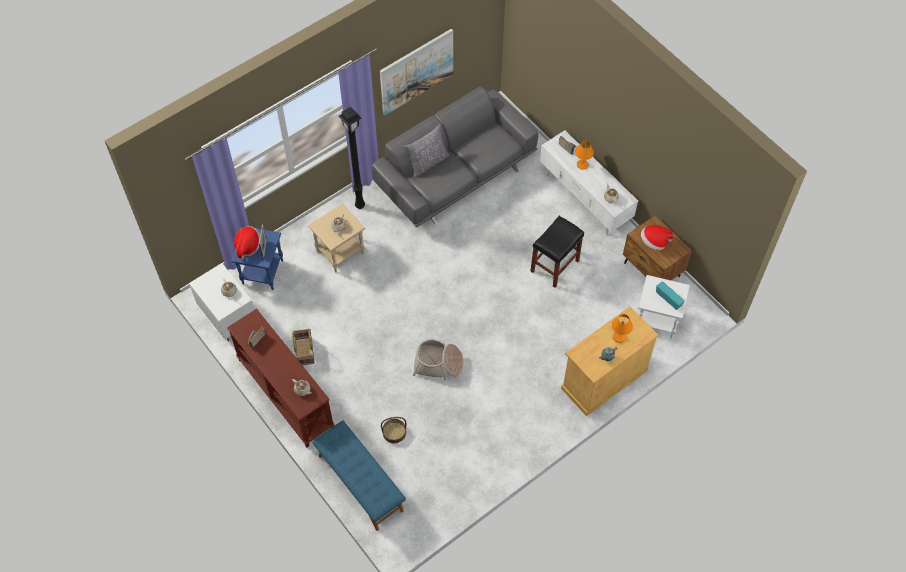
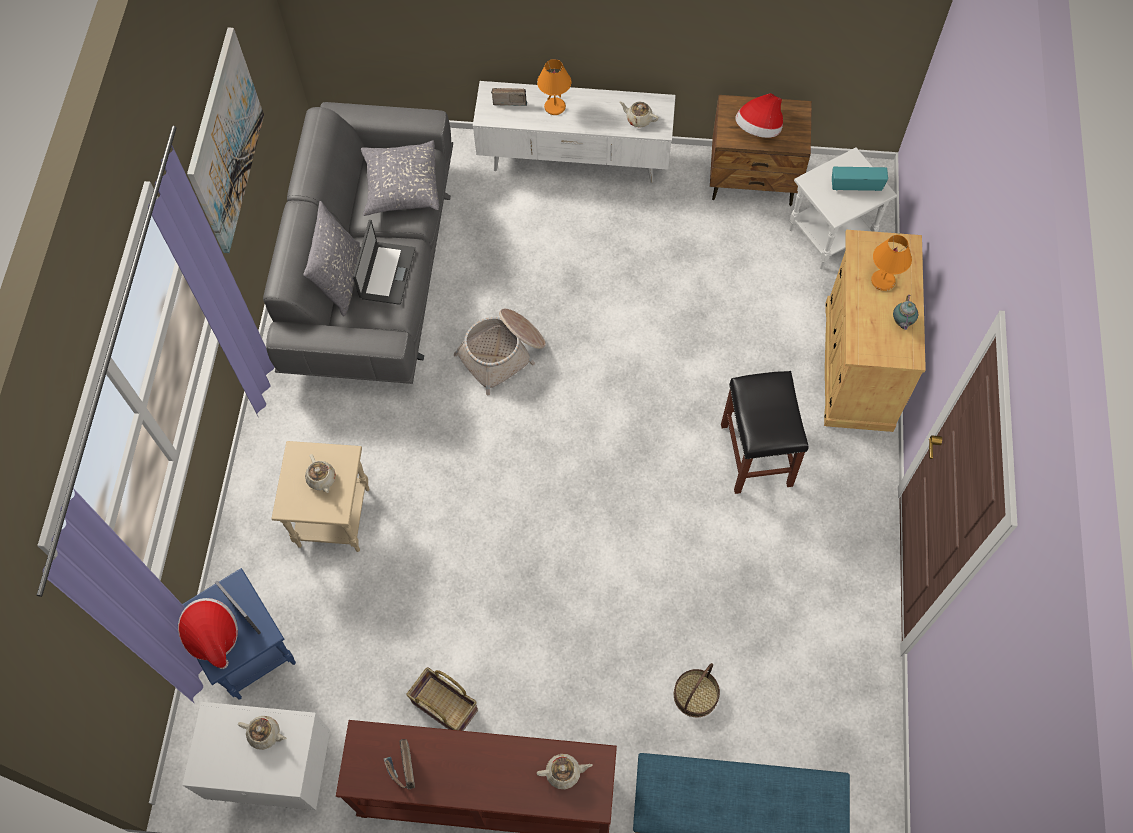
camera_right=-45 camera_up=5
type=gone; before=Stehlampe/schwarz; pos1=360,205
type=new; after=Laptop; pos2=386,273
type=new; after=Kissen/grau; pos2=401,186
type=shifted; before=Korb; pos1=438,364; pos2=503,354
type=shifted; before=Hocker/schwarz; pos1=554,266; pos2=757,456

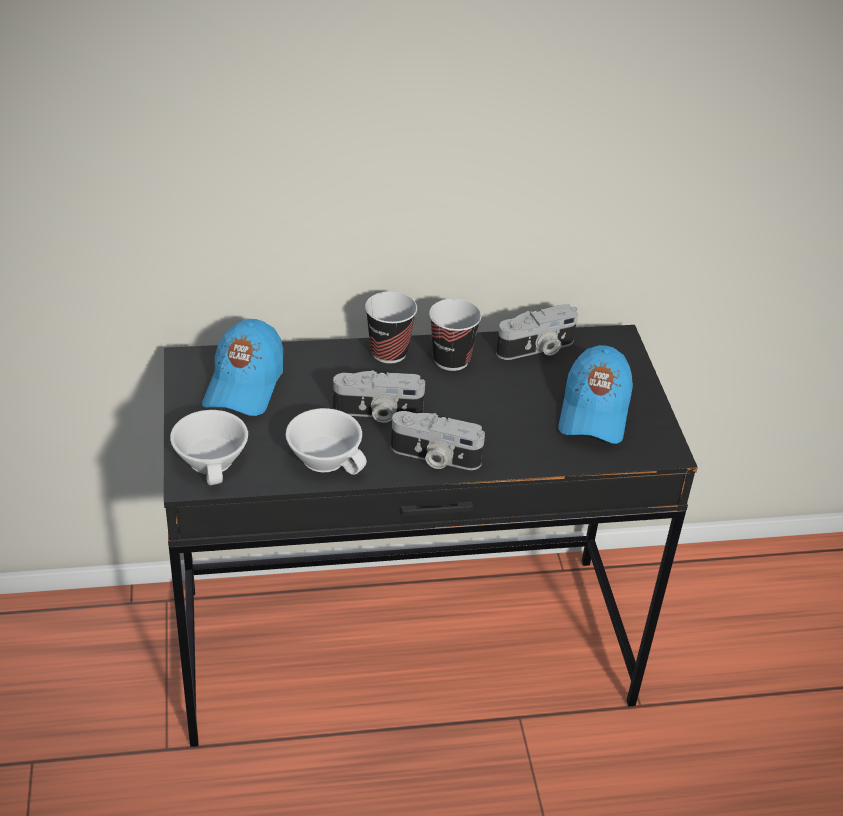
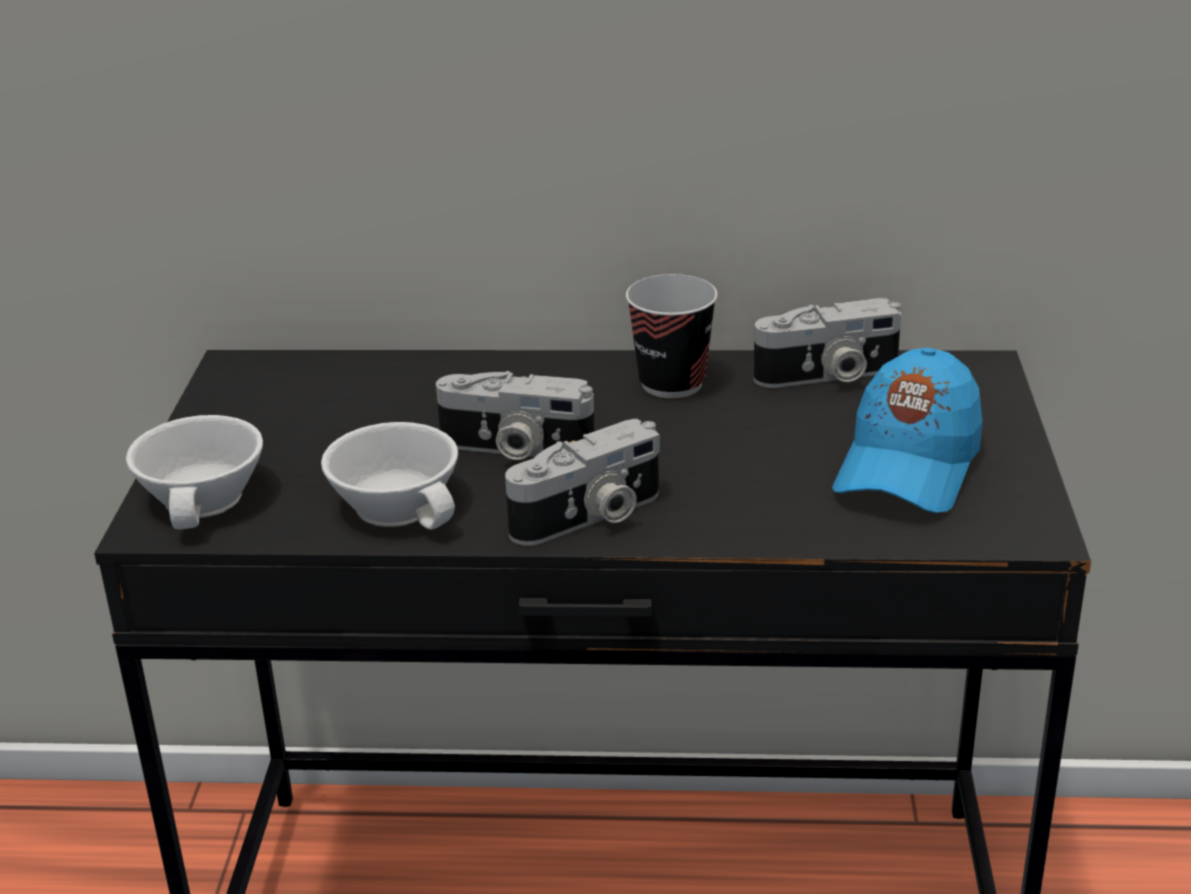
camera_right=15 camera_up=-10
type=gone; before=Kappe/blau; pos1=244,384
type=gone; before=Tasse; pos1=389,352
type=rotated; before=Kamera; pos1=434,458; pos2=590,517; turn=-60

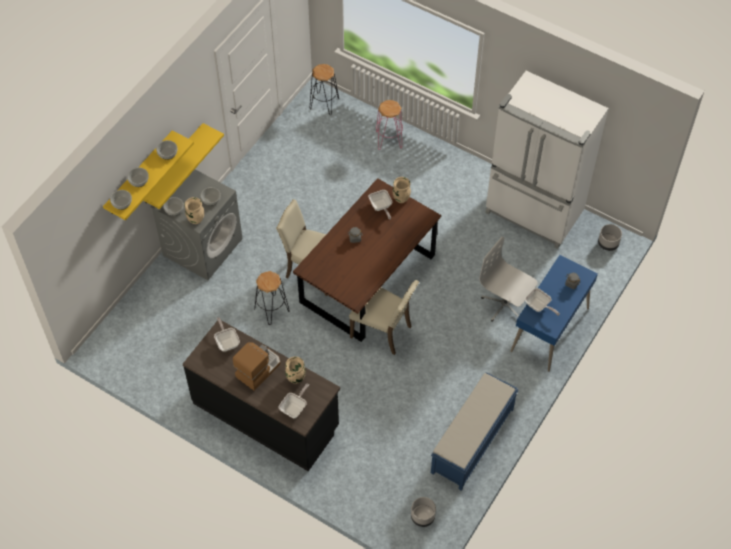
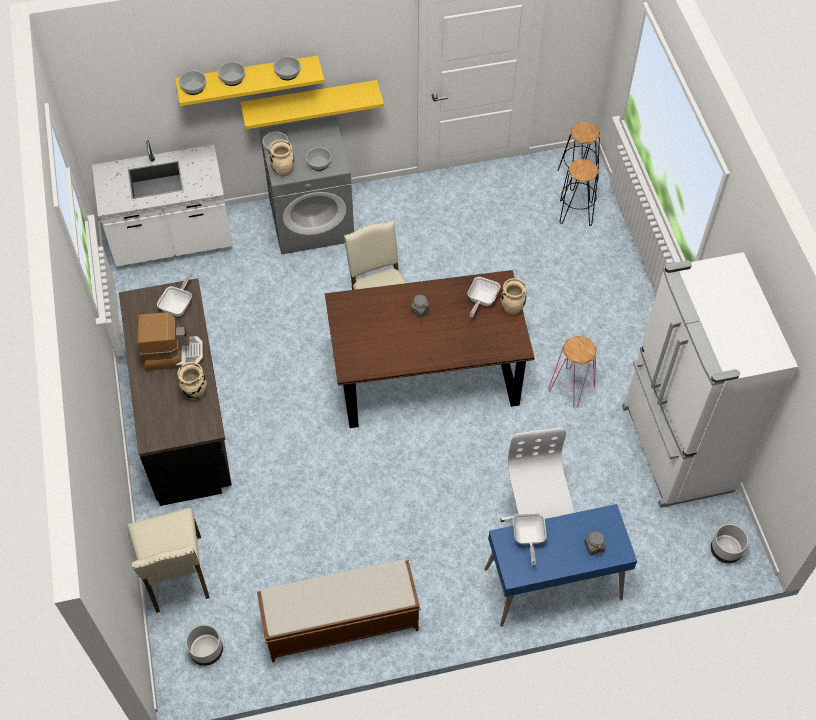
camera_right=45 camera_up=0
type=gone; before=Pfanne; pos1=295,408
type=new; after=Küchenzeile/weiß; pos2=173,242
type=shifted; before=Hocker/schwarz; pos1=271,309; pos2=575,212
type=shifted; before=Stuhl/beige; pos1=383,331; pos2=176,575
type=shifted; before=Hocker/rosa; pos1=389,139; pos2=572,388
type=repainted; before=Bank/blau; after=Bank/braun; pos1=472,441; pos2=339,623

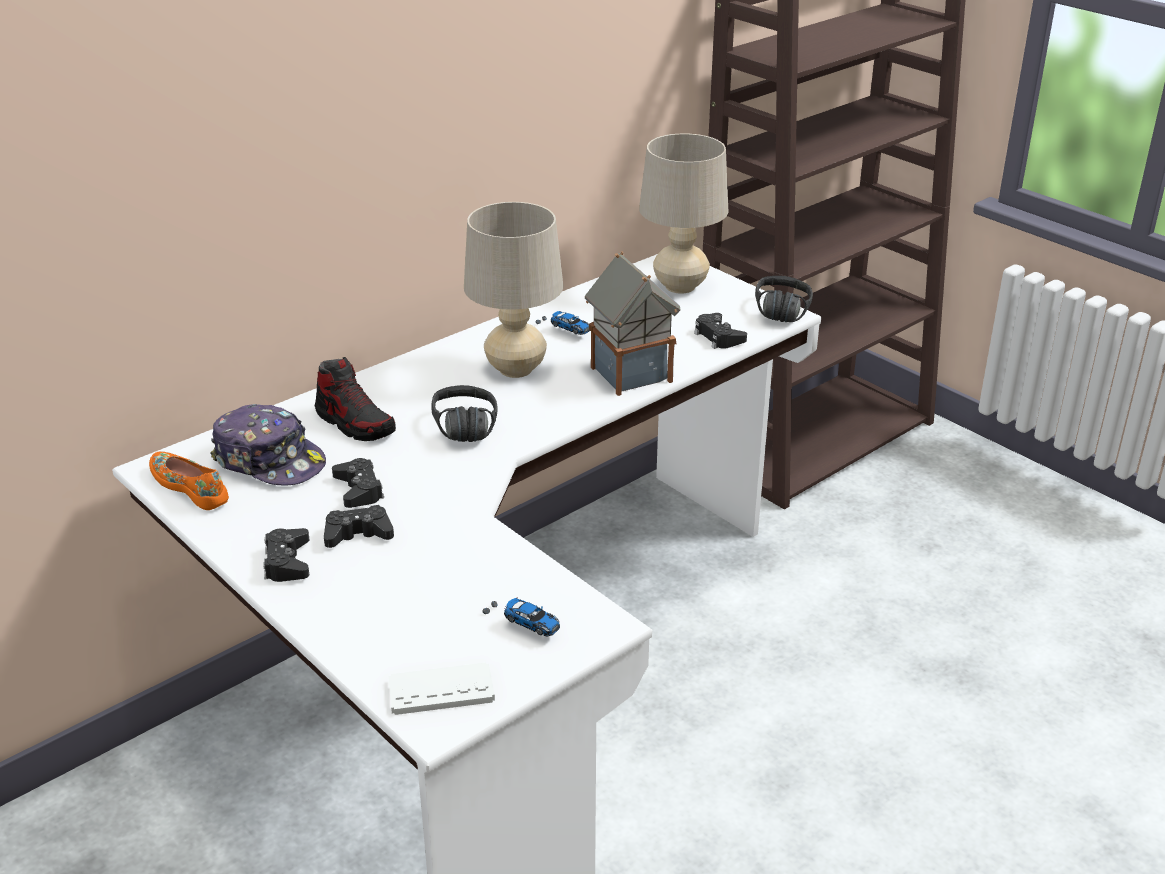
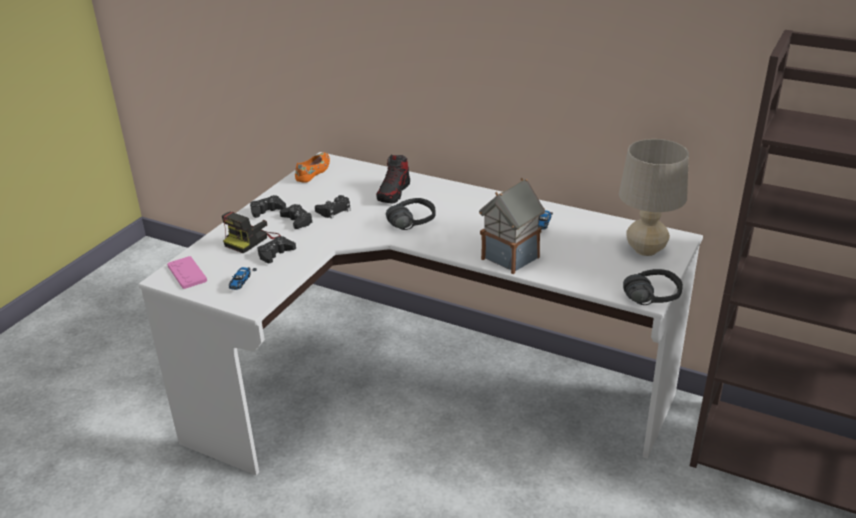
camera_right=70 camera_up=0
type=gone; before=Kappe; pos1=270,461
type=gone; before=Tischlampe/beige; pos1=516,369
type=new; after=Kamera; pos2=251,240
type=shifted; before=Gamepad/schwarz; pos1=718,337; pos2=275,254
type=repainted; before=Gamepad/weiß; after=Gamepad/rosa; pos1=441,691; pos2=187,273

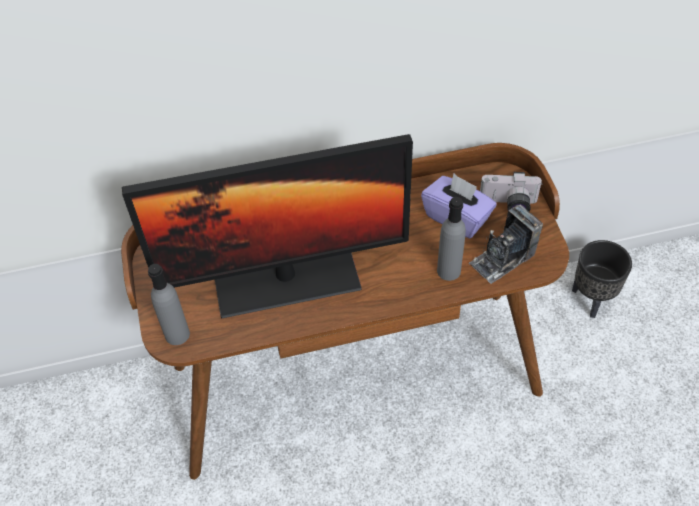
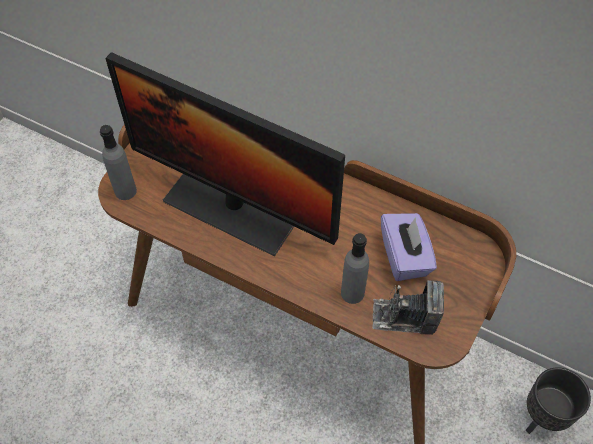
camera_right=40 camera_up=5
type=gone; before=Kamera; pos1=508,205

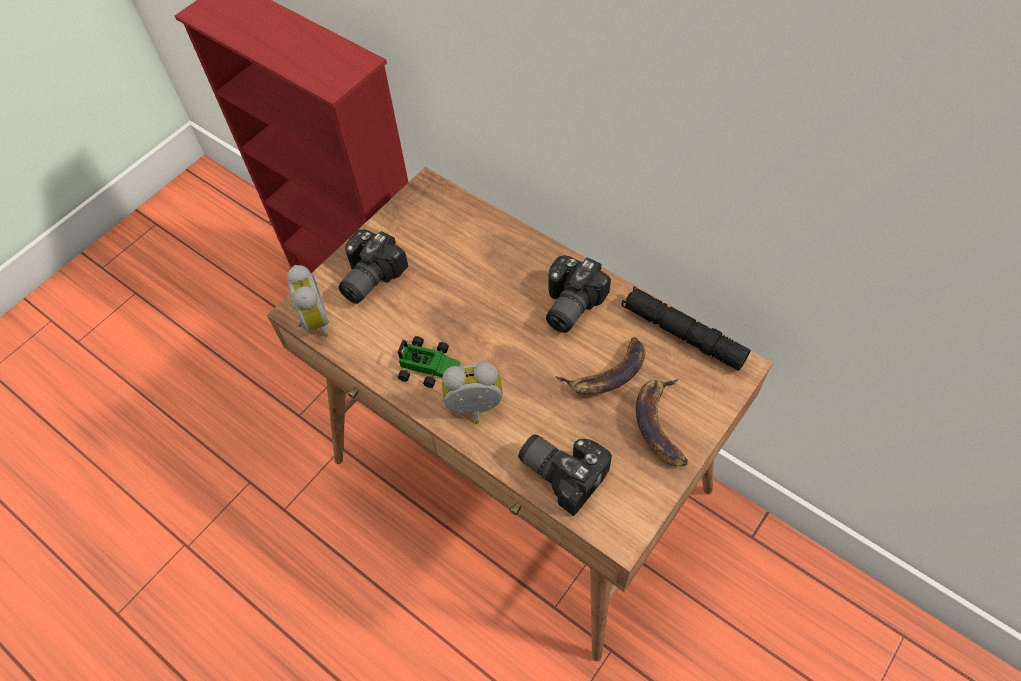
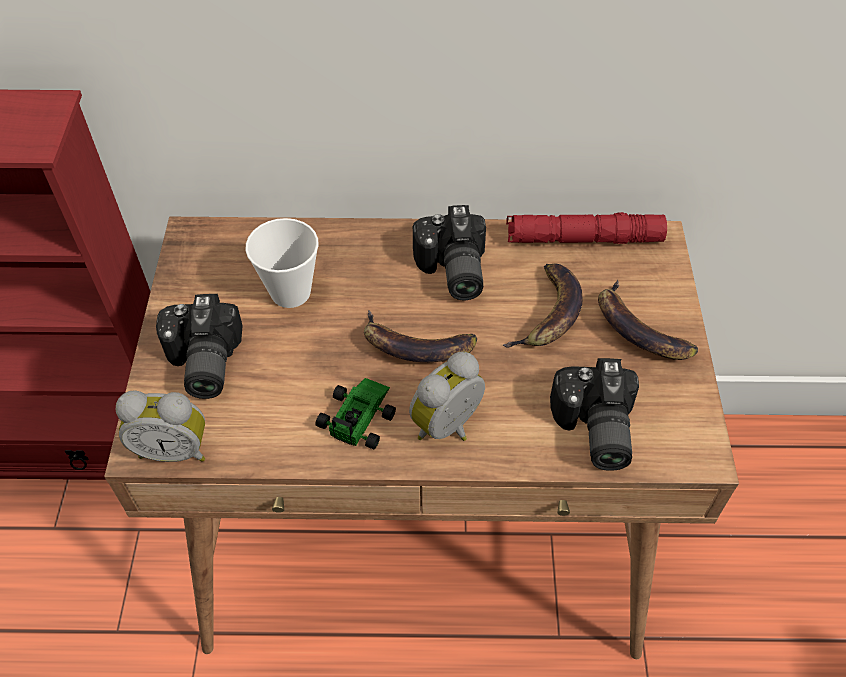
camera_right=-40 camera_up=-5
type=new; after=Tasse; pos2=290,292
type=new; after=Banane; pos2=415,346
type=repainted; before=Taschenlampe/schwarz; after=Taschenlampe/rot; pos1=682,334; pos2=583,238
type=rotated; before=Wecker; pos1=313,321; pos2=174,448; turn=150
type=rotated; before=Spielzeugauto; pos1=430,365; pos2=360,413; turn=-45
type=rotated; before=Kamera; pos1=563,470; pos2=592,429; turn=-90

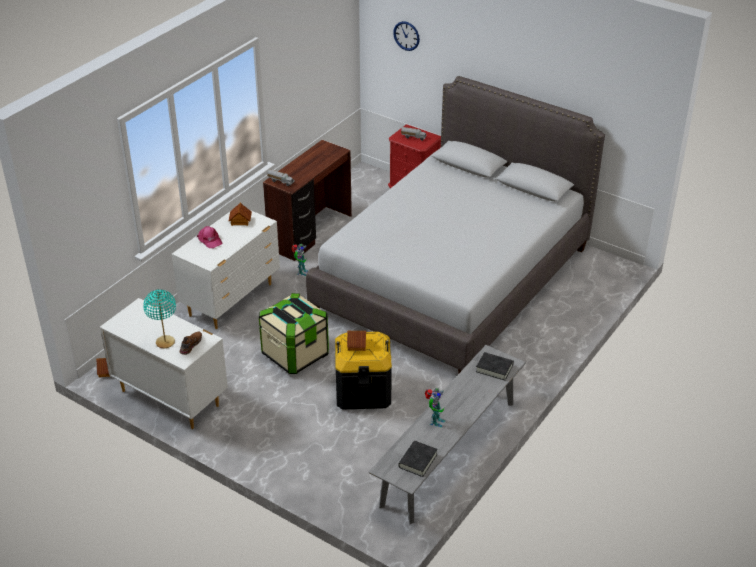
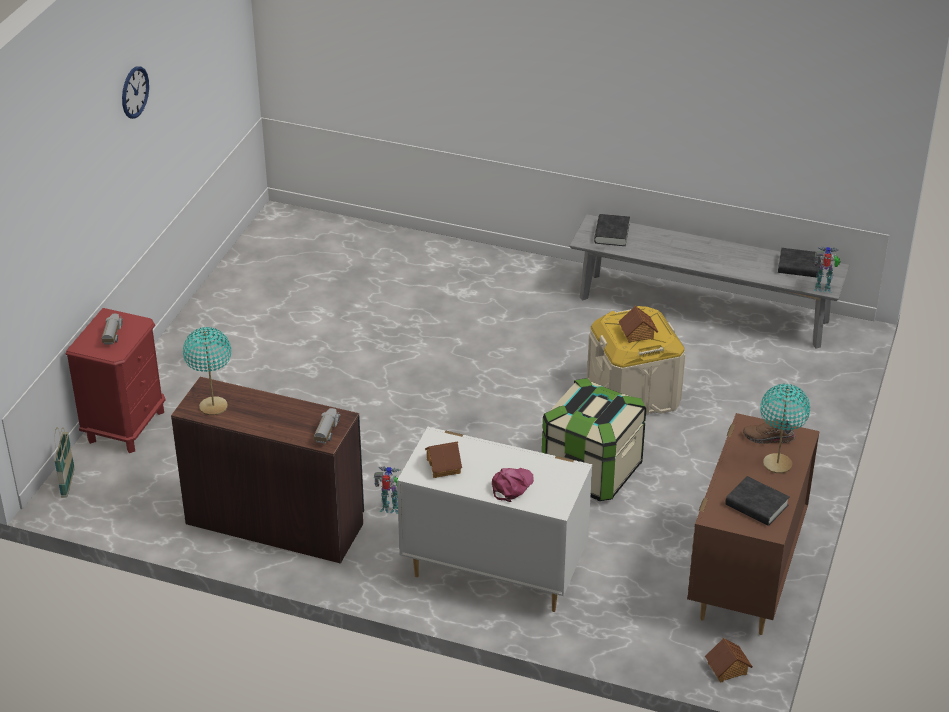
camera_right=-105 camera_up=0
type=gone; before=Bett/grau; pos1=453,279
type=new; after=Korb; pos2=68,483
type=new; after=Tischlampe/türkis; pos2=213,406
type=new; after=Buch/schwarz; pos2=756,505
type=shifted; before=Wanduhr; pos1=406,36; pos2=134,92
type=shifted; before=Spielzeugroboter; pos1=435,421; pos2=823,289
type=repainted; before=Kommode/weiß; after=Kommode/braun; pos1=170,397; pos2=745,577
type=repainted; before=Aufbewahrungsbox/schwarz; after=Aufbewahrungsbox/beige; pos1=363,390; pos2=633,394

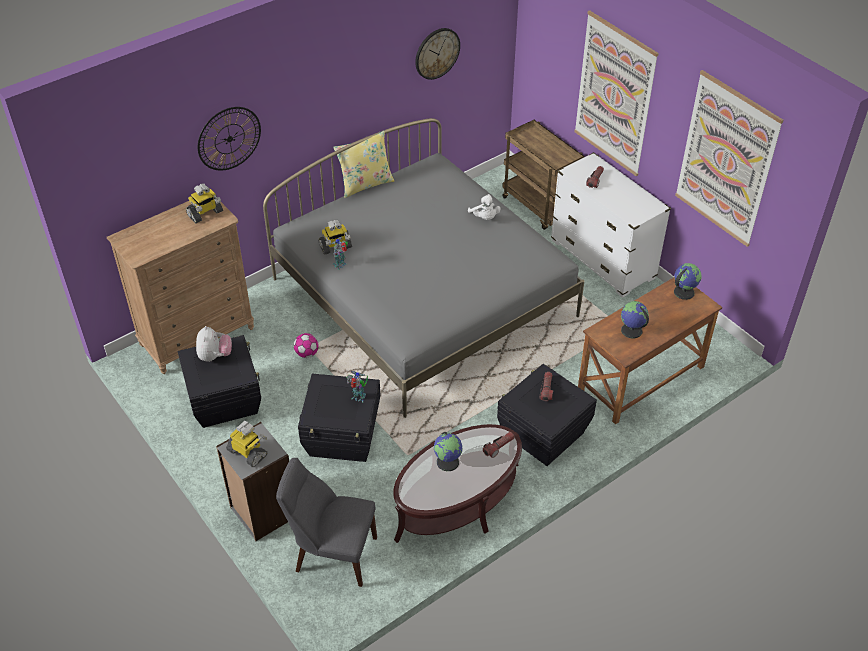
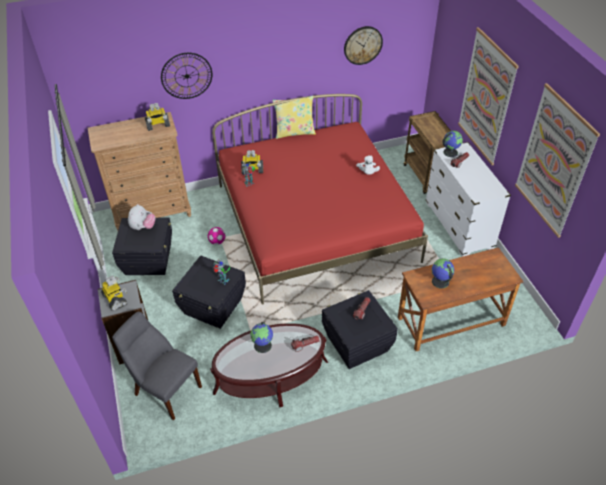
camera_right=20 camera_up=0
type=shifted; before=Globus; pos1=683,292; pos2=450,152
type=repainted; before=Bett/grau; after=Bett/rot; pos1=423,297; pos2=315,222

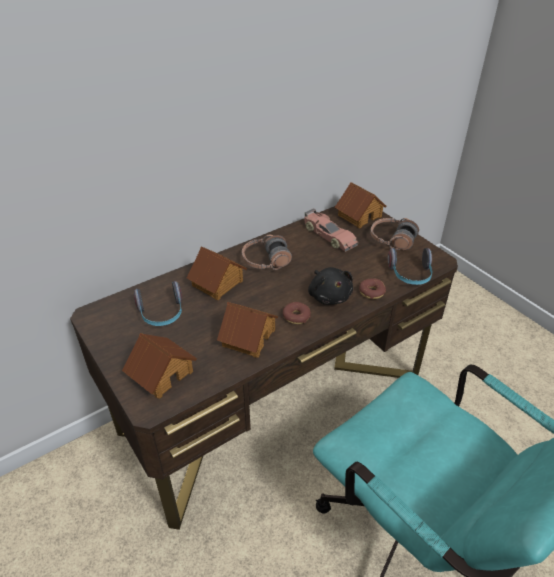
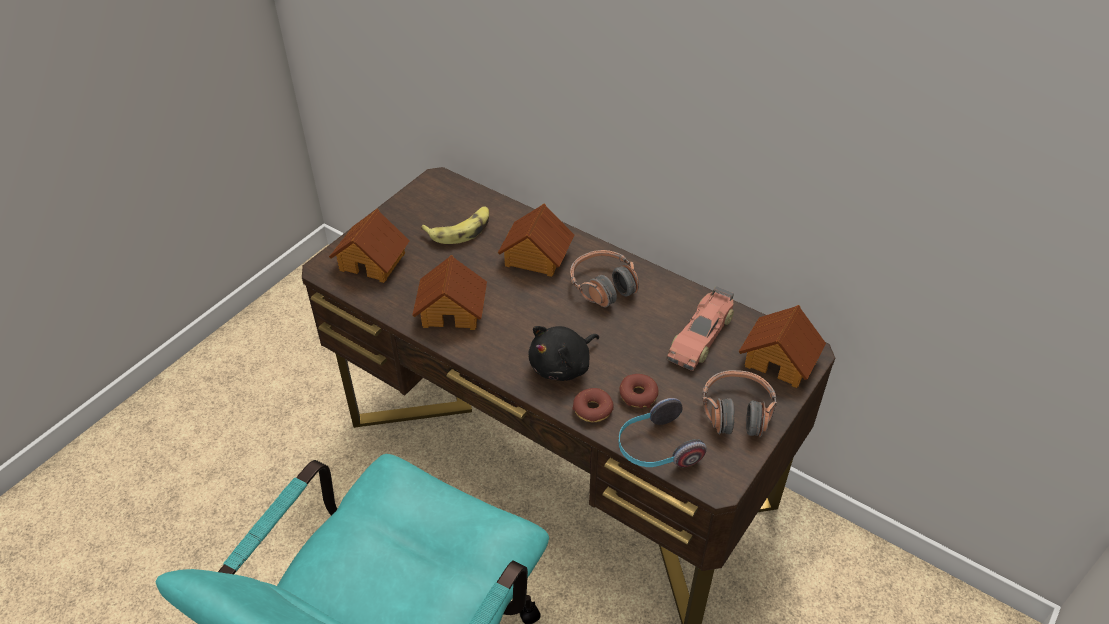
camera_right=70 camera_up=5
type=shifted; before=Donut; pos1=296,316; pos2=638,395
type=swapped; before=Kopfhörer; after=Banane; pos1=162,314; pos2=460,230

